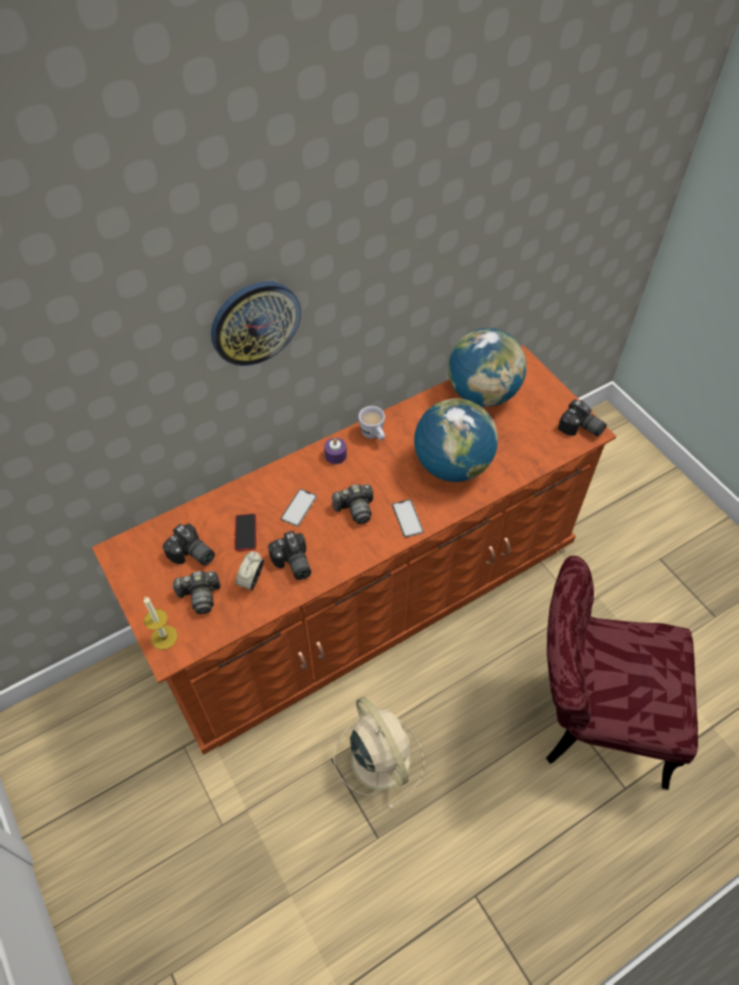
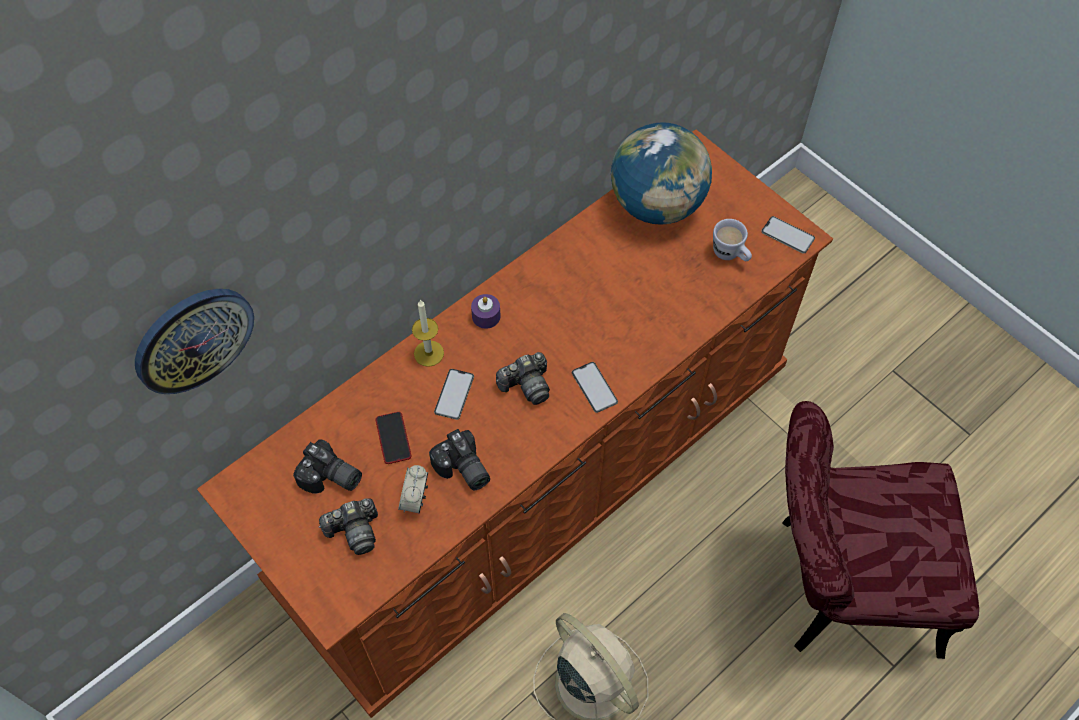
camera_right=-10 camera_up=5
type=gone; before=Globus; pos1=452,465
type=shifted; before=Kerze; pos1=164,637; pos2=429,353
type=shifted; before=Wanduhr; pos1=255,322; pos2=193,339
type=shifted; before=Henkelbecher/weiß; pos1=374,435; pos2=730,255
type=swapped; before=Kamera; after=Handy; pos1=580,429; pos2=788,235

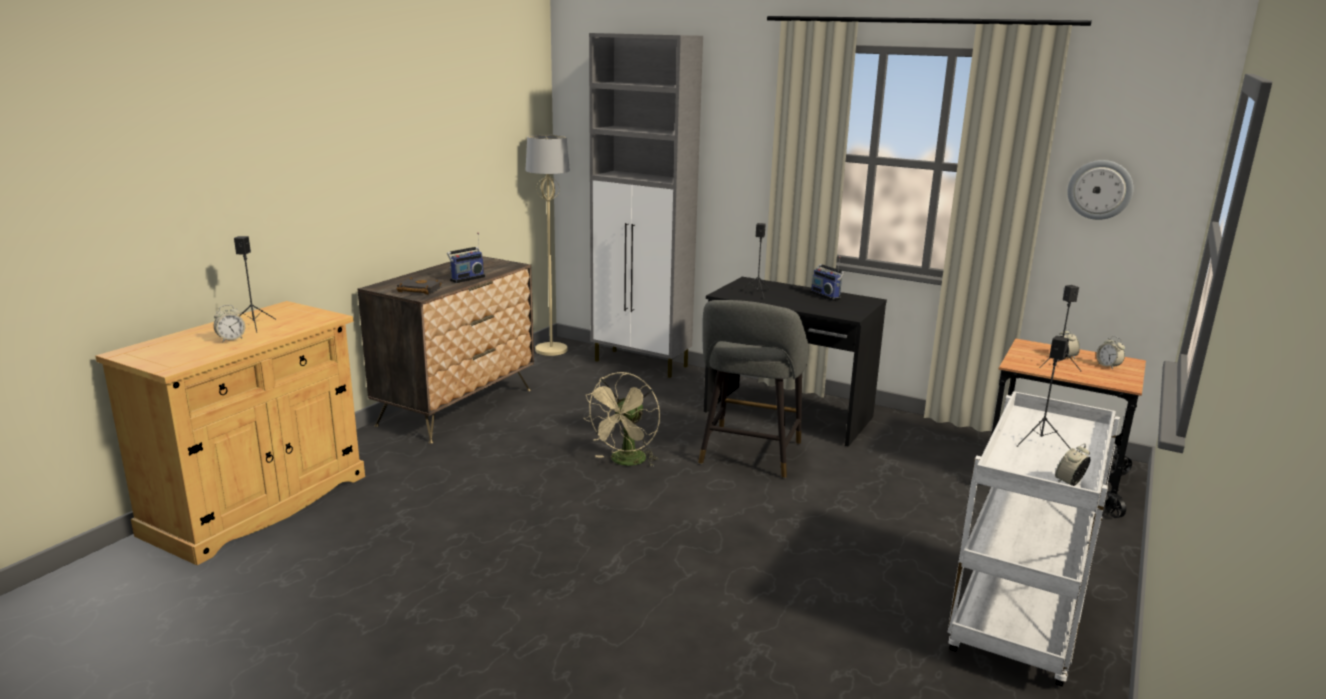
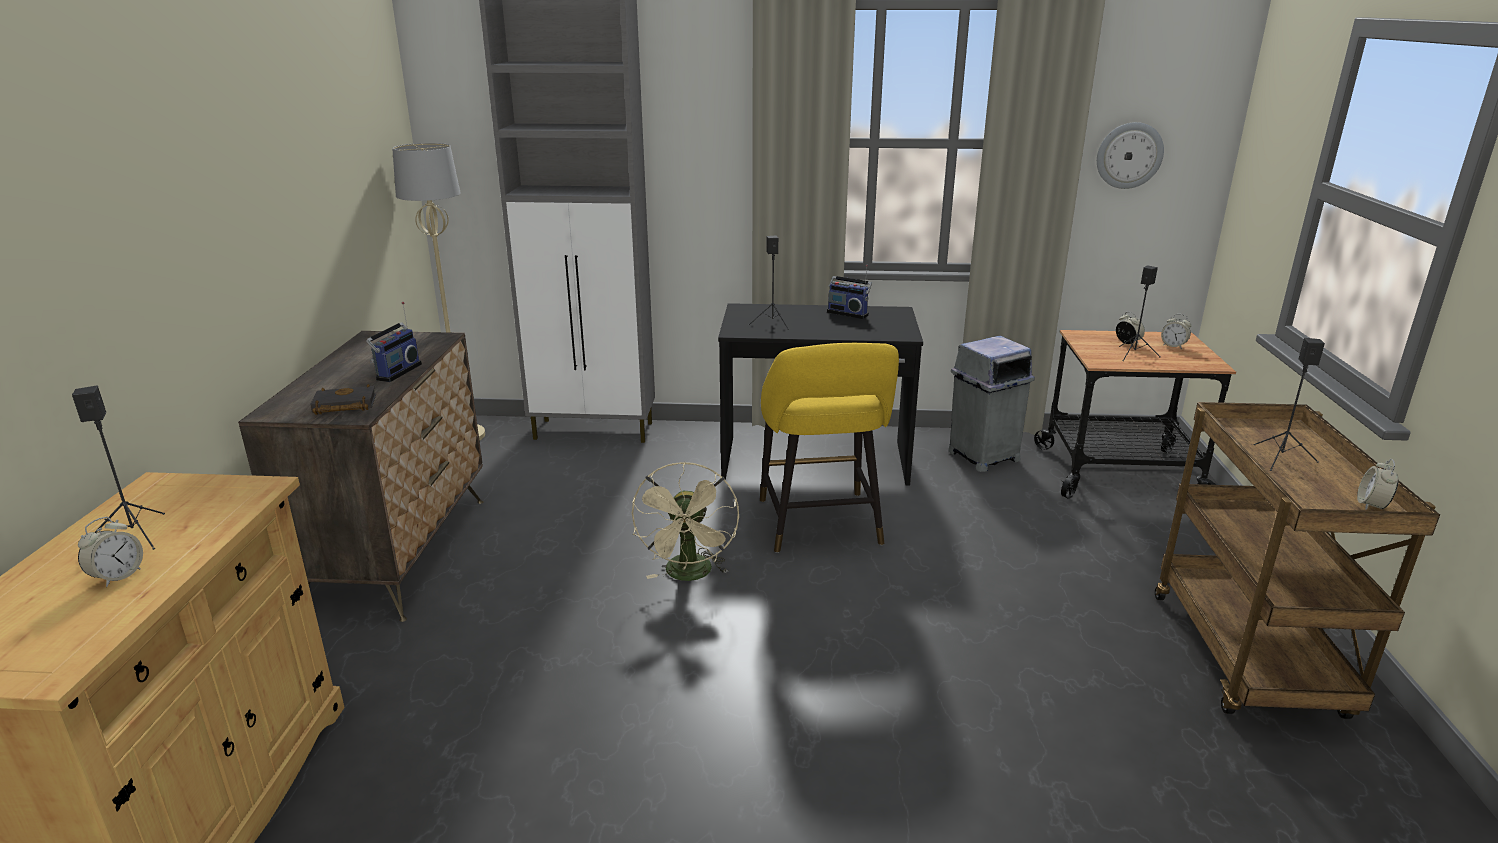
camera_right=-25 camera_up=5
type=new; after=Mülleimer/grau; pos2=982,456
type=repainted; before=Hocker/grau; after=Hocker/gelb; pos1=749,456; pos2=821,526
type=repainted; before=Rollwagen/weiß; after=Rollwagen/braun; pos1=1018,625; pos2=1249,658

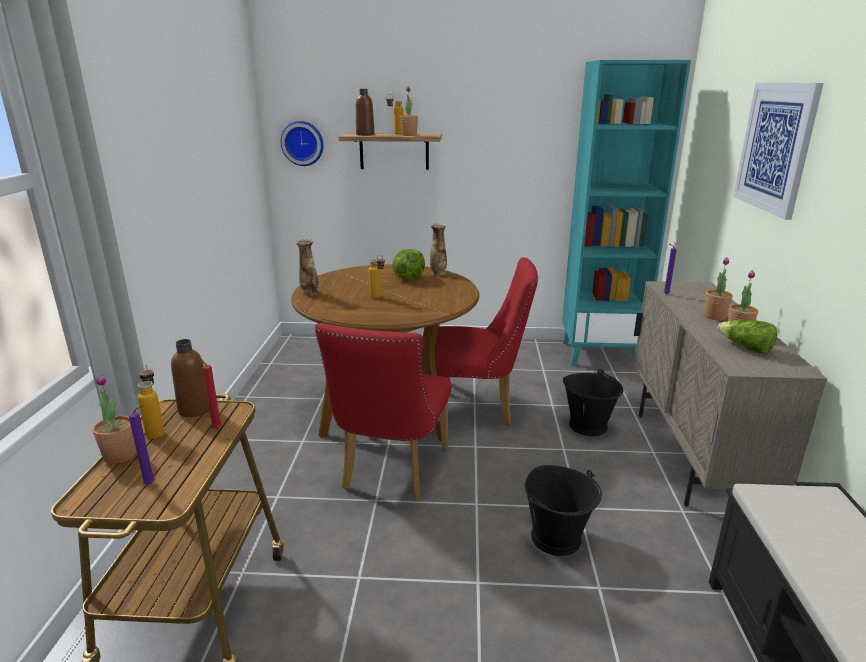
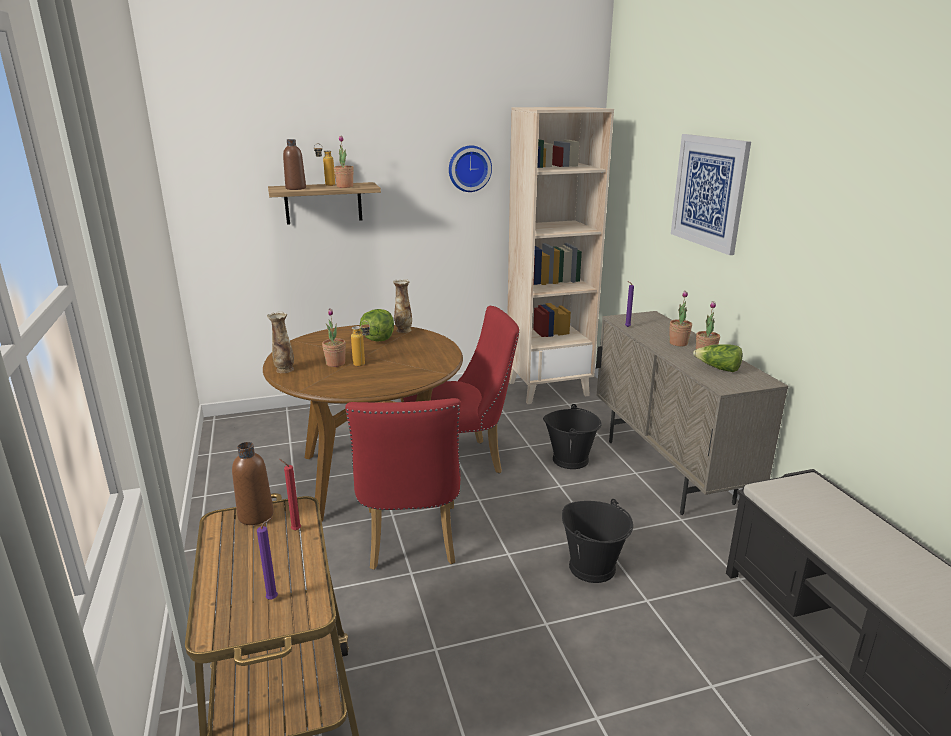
camera_right=-20 camera_up=0
type=gone; before=Flasche; pos1=156,431
type=shifted; before=Topfpflanze; pos1=120,455; pos2=335,363
type=shifted; before=Wanduhr; pos1=303,143; pos2=469,168
type=repainted; before=Bücherregal/türkis; after=Bücherregal/beige; pos1=600,354; pos2=548,388

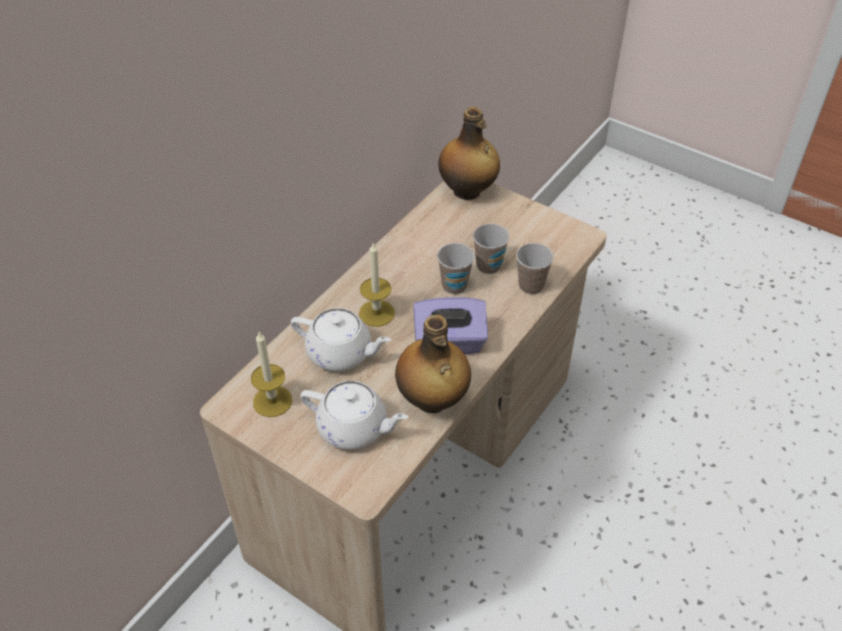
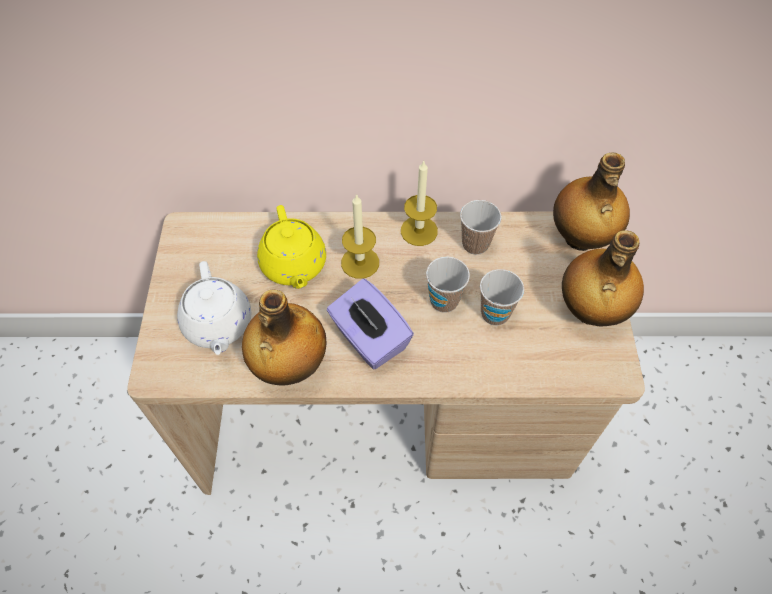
camera_right=55 camera_up=10
type=new; after=Flasche; pos2=589,311
type=shifted; before=Kerze; pos1=272,401; pos2=419,231
type=shifted; before=Tasse; pos1=531,285; pos2=475,244
type=repainted; before=Teekanne/weiß; after=Teekanne/gelb; pos1=341,353; pos2=294,265

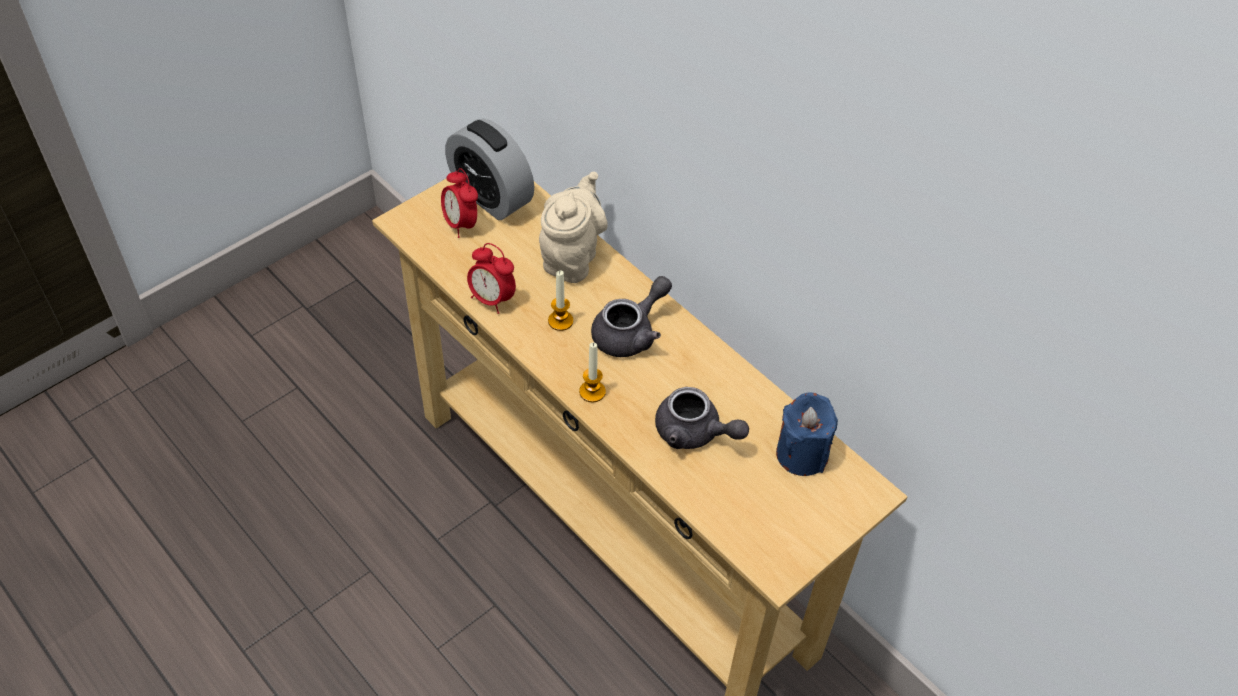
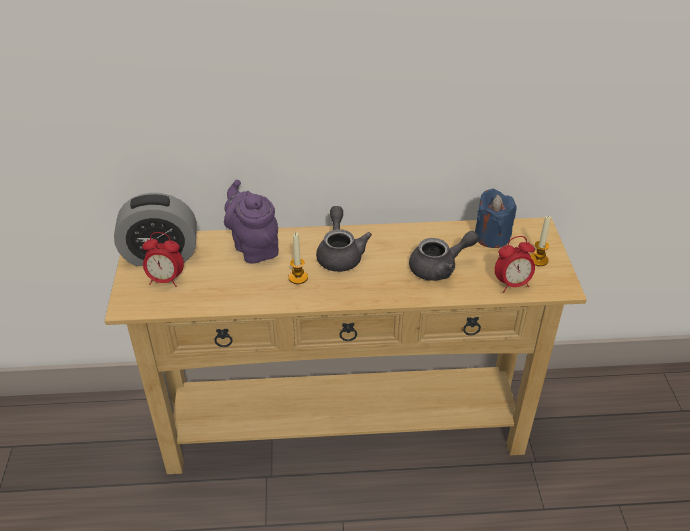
camera_right=-50 camera_up=-10
type=shifted; before=Wecker; pos1=492,299; pos2=512,284
type=shifted; before=Kerze; pos1=592,392; pos2=538,260
type=repainted; before=Teekanne/beige; after=Teekanne/lila; pos1=572,257; pos2=254,247

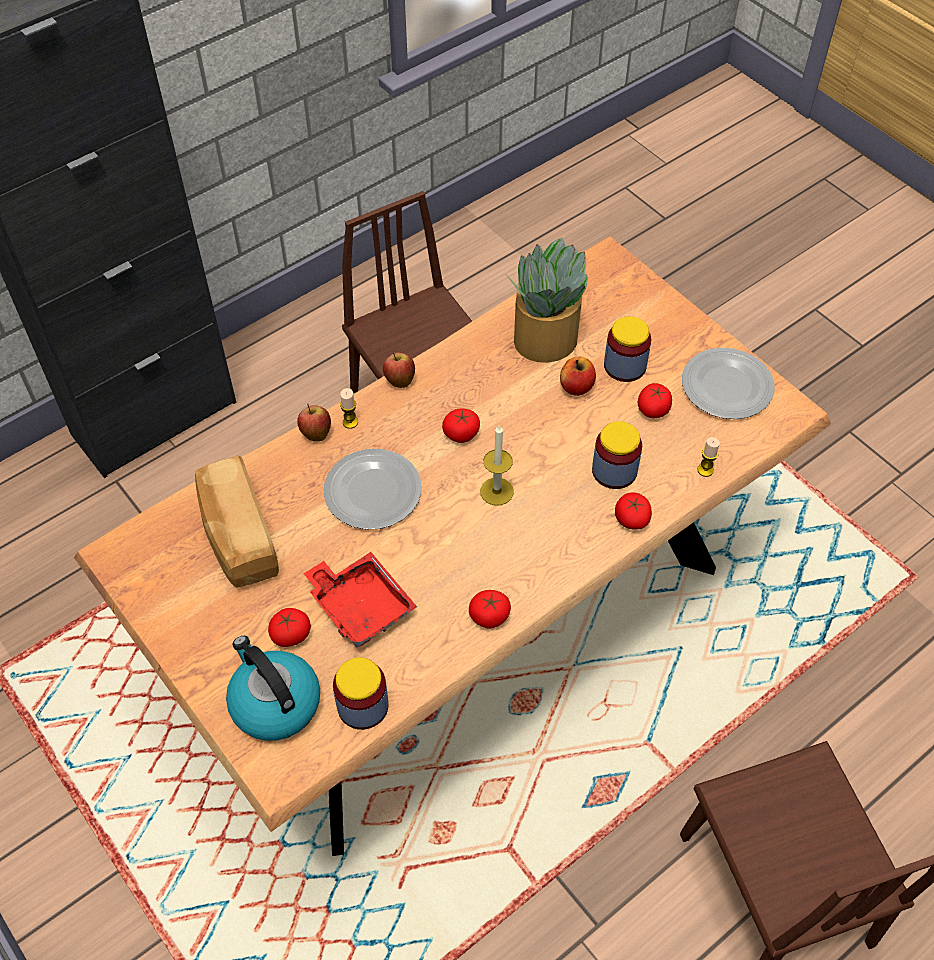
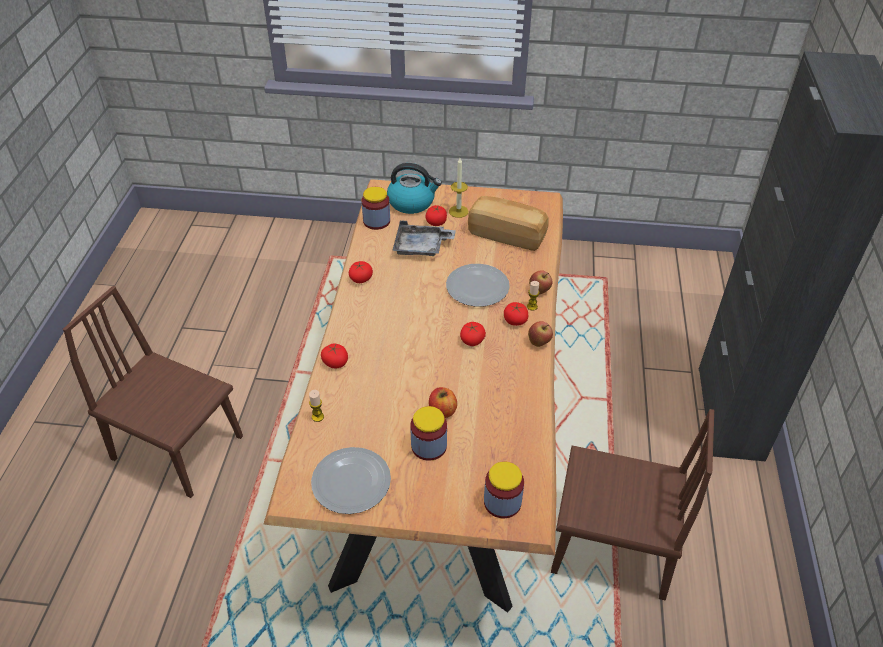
camera_right=135 camera_up=-10
type=gone; before=Topfpflanze; pos1=544,340
type=shifted; before=Kerze; pos1=496,491; pos2=458,211
type=shifted; before=Vorratsglas; pos1=614,471; pos2=502,502
type=shifted; before=Tomate; pos1=653,409; pos2=515,320
type=repainted; before=Tablett/rot; after=Tablett/grau; pos1=360,605; pos2=421,247

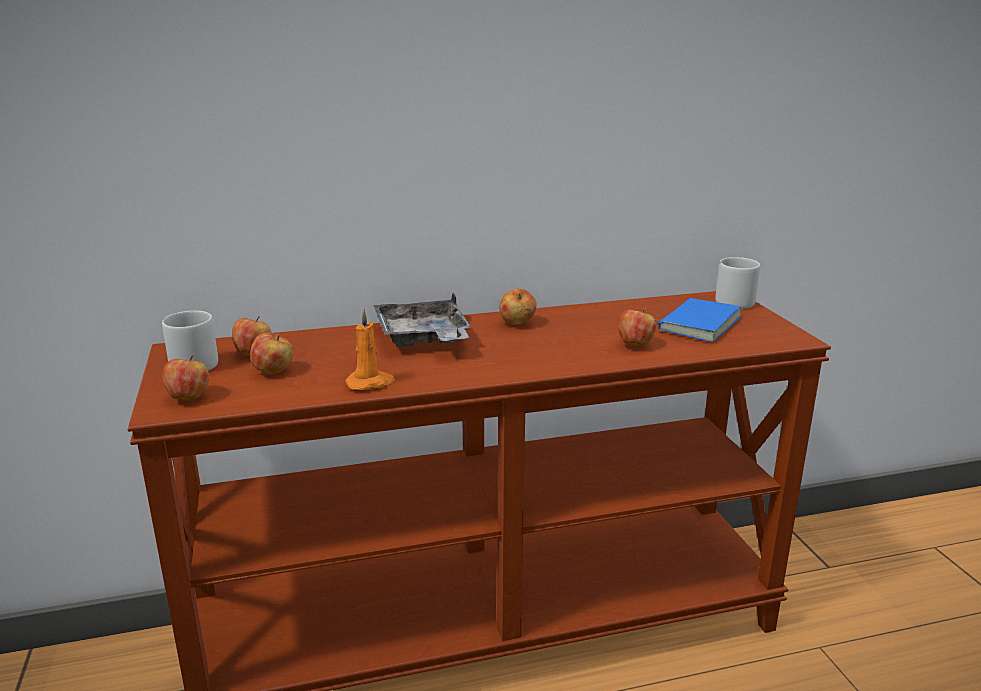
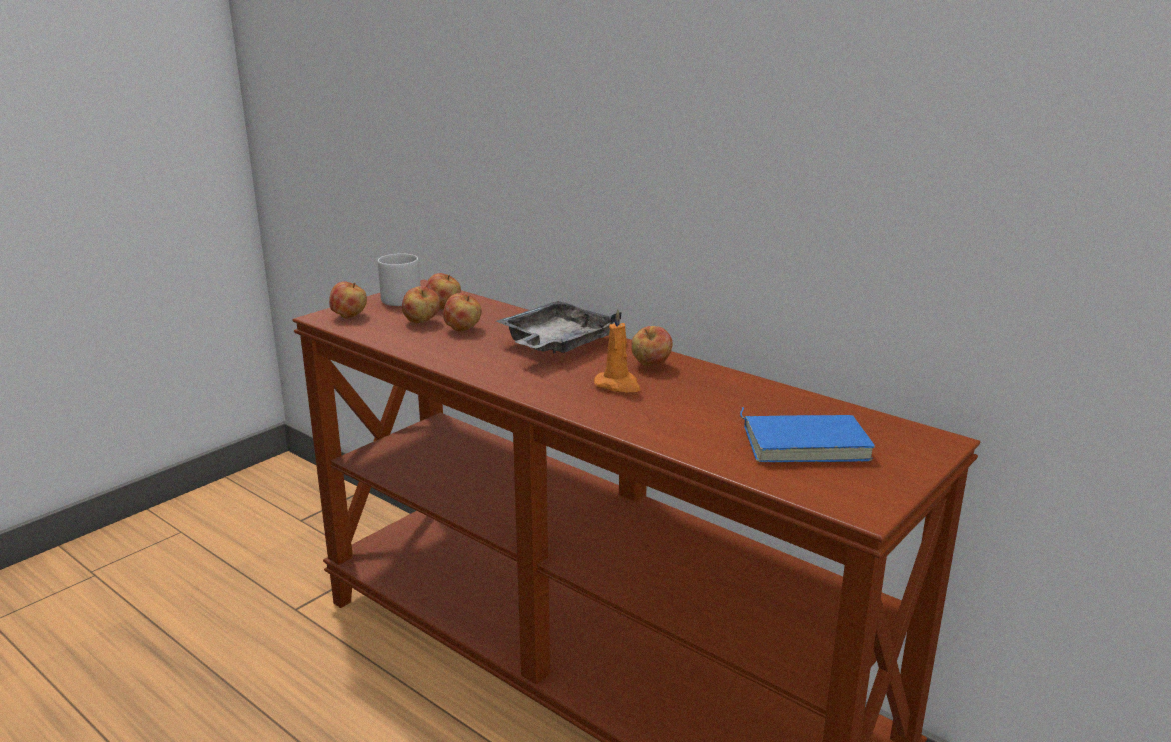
camera_right=55 camera_up=0
type=gone; before=Henkelbecher/grau; pos1=734,301
type=shifted; before=Kerze/orange; pos1=370,383; pos2=618,385
type=shifted; before=Apfel; pos1=635,345; pos2=463,329

